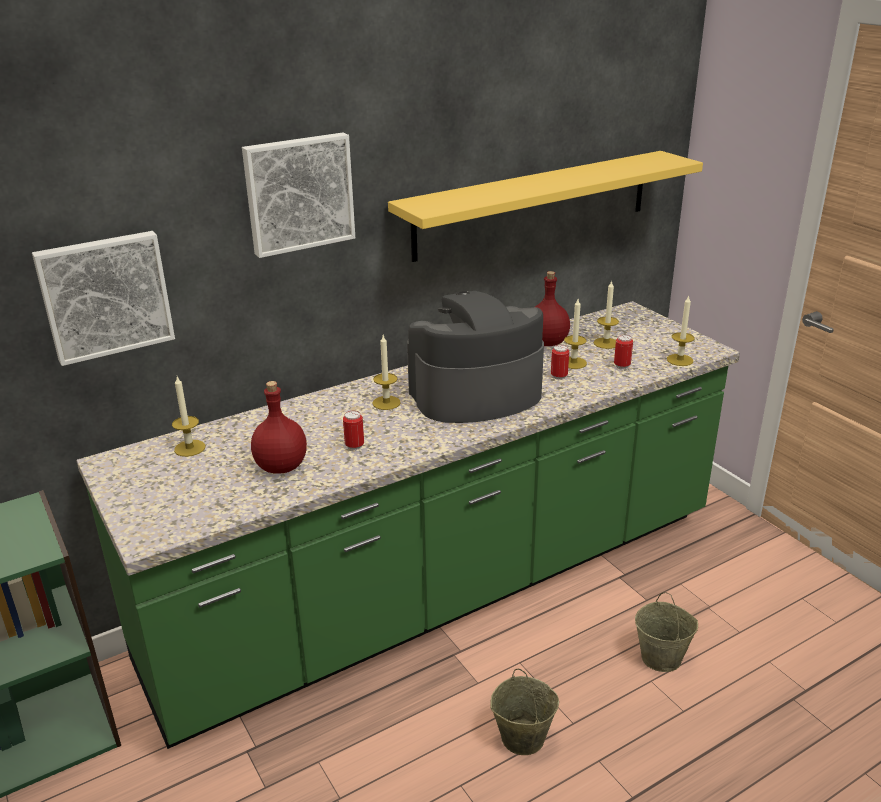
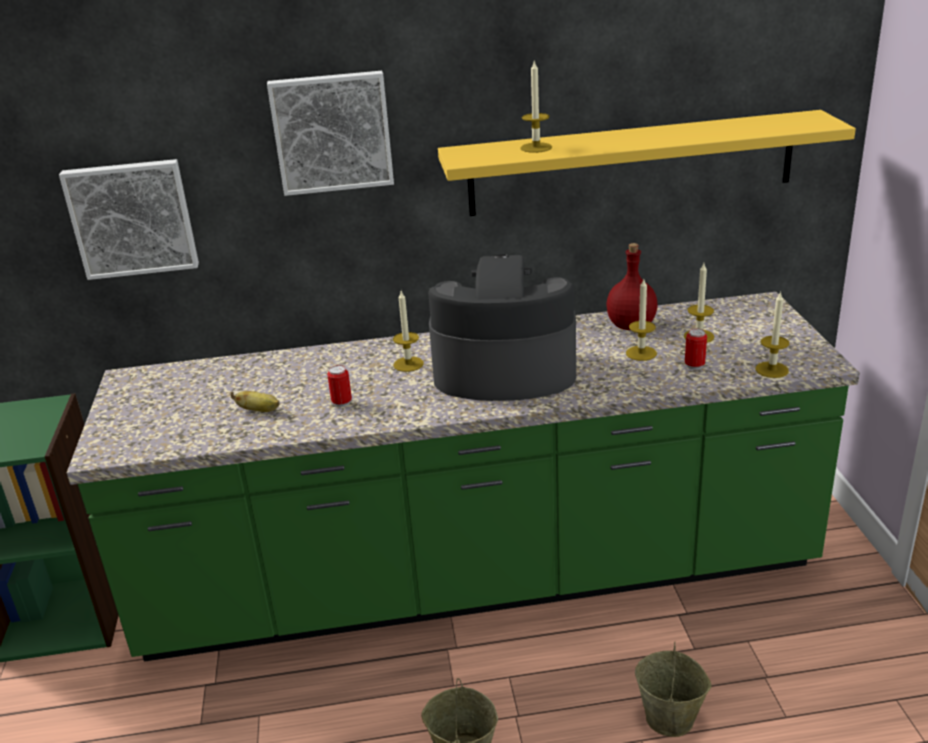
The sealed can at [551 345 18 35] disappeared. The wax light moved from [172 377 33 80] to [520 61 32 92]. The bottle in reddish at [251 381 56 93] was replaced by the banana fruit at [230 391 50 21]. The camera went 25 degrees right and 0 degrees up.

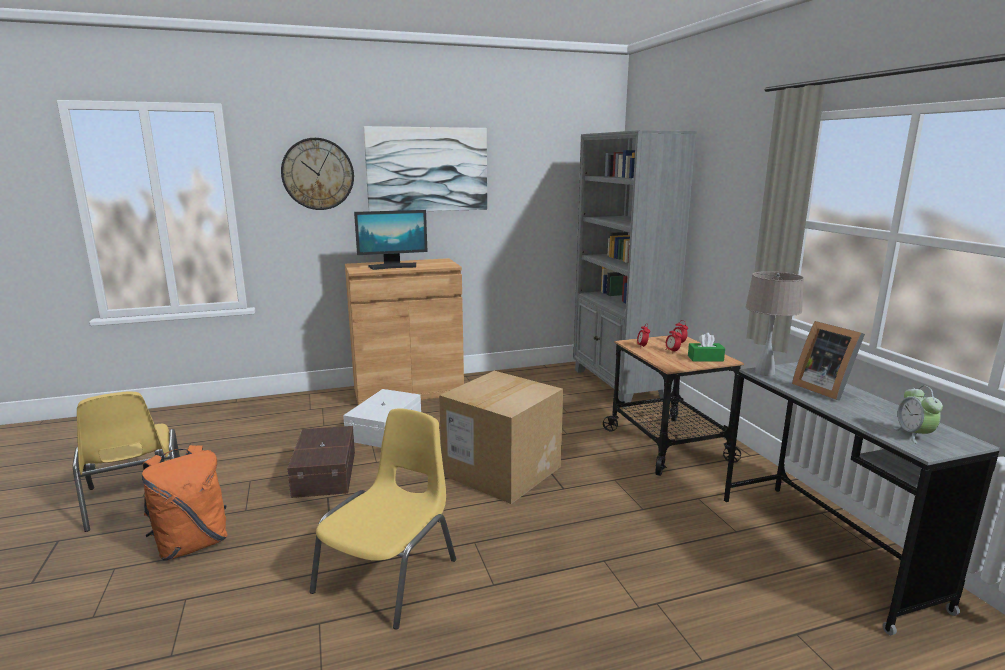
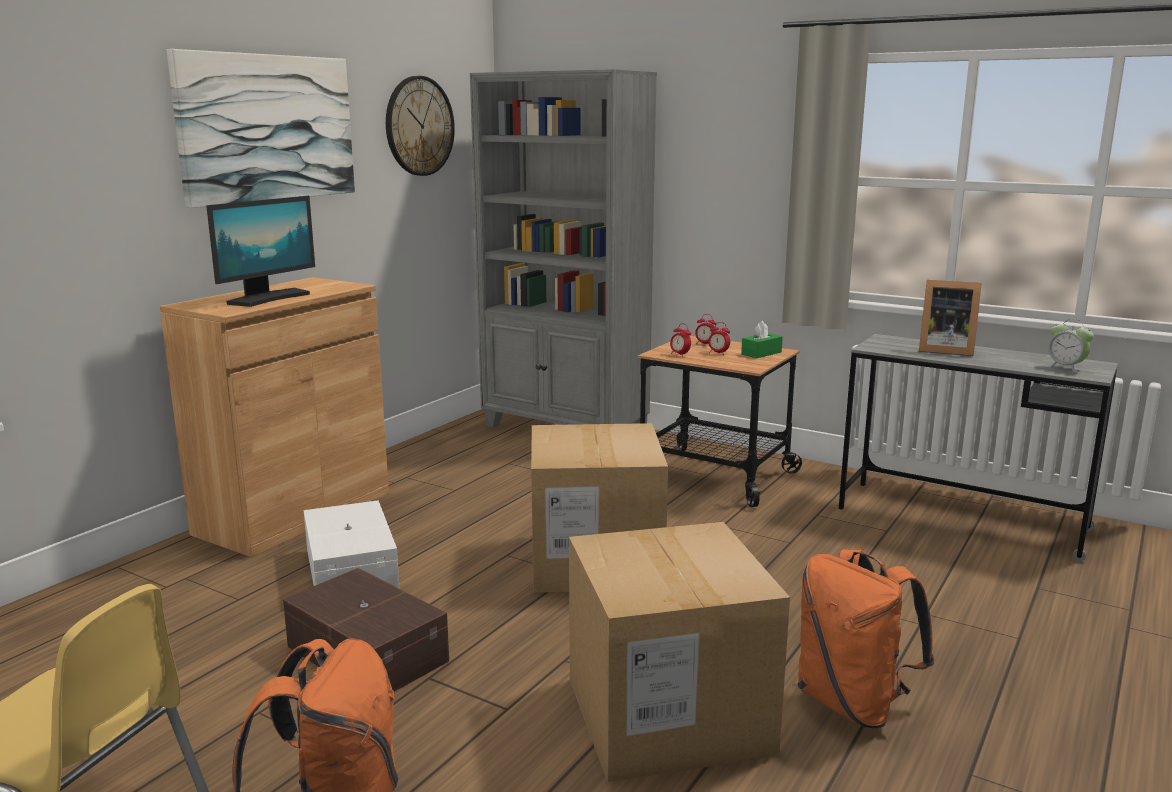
The clock on the wall moved from [281 138 73 72] to [386 76 69 100]. The tabletop lamp in beige-coloured at [745 271 59 105] disappeared. The upright chair in yellow at [310 408 146 222] was replaced by the cardboard box at [569 522 221 260]. The knapsack in orange at [797 549 137 179] appeared. The camera went 40 degrees left and 0 degrees up.

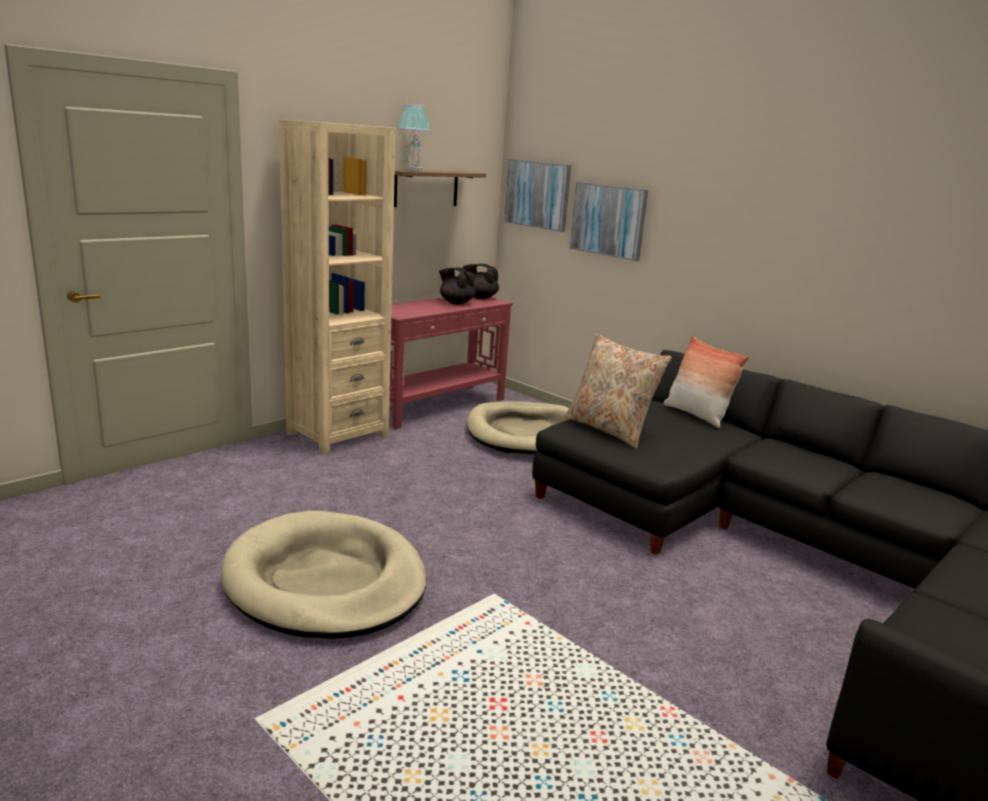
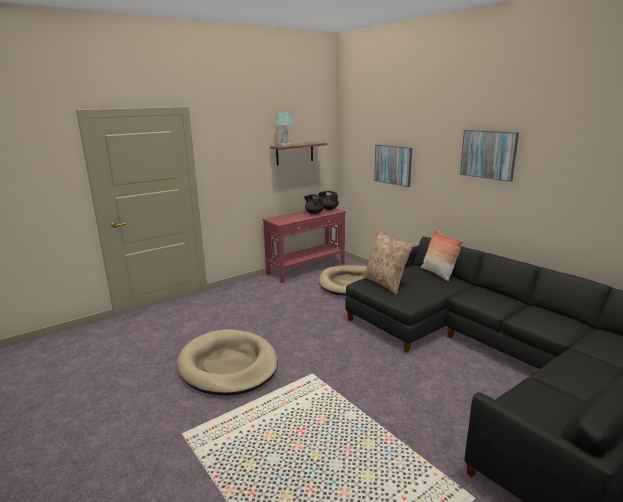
The shelving unit in beige-coloured at [279 119 117 335] disappeared. The wall art moved from [505 159 66 73] to [460 130 59 52]. The camera went 10 degrees right and 0 degrees up.

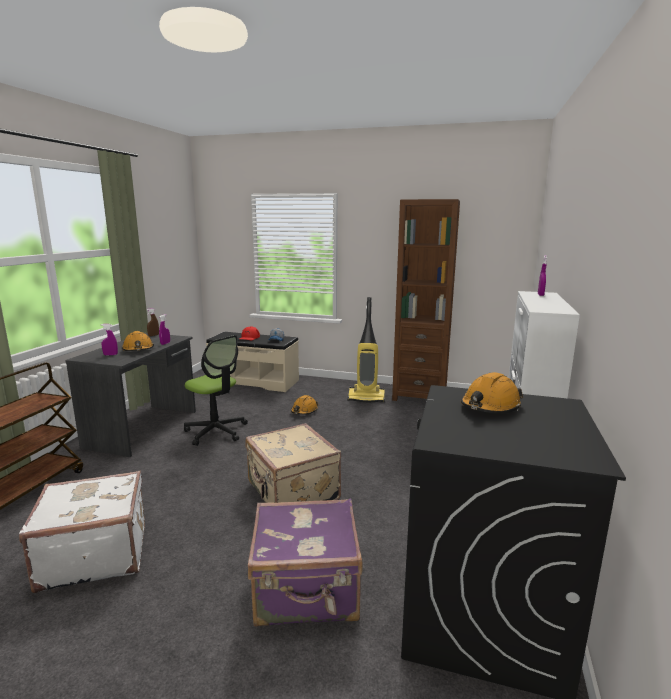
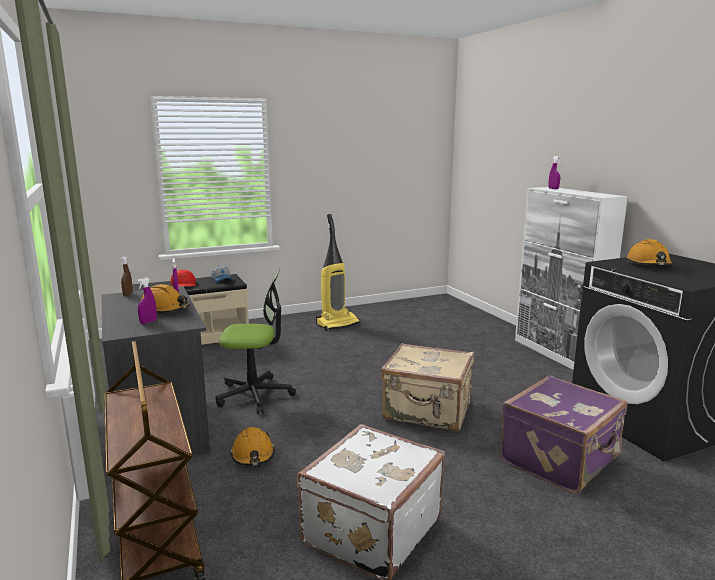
The shelving unit in brown-coloured at [392 199 68 202] disappeared. The safety helmet in orange moved from [291 395 27 20] to [230 427 45 39]. The camera went 40 degrees left and 0 degrees up.

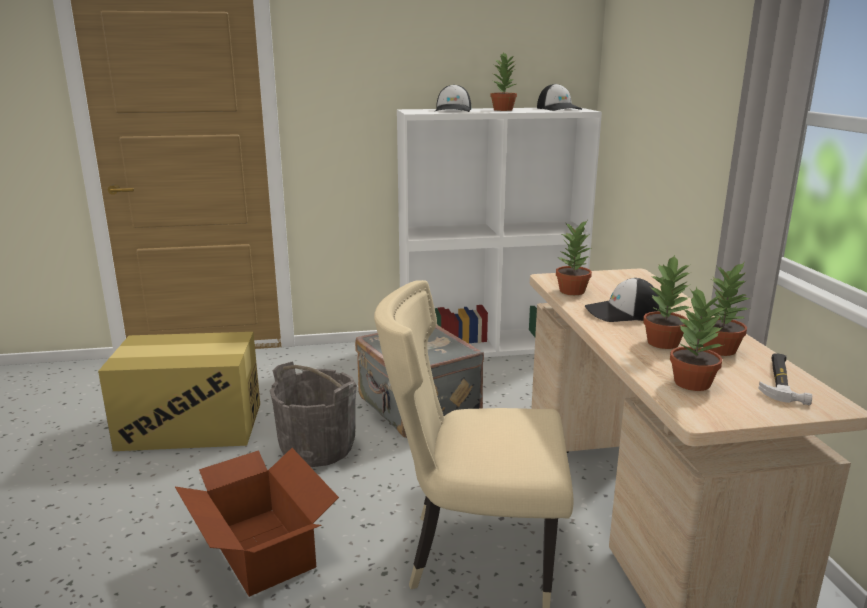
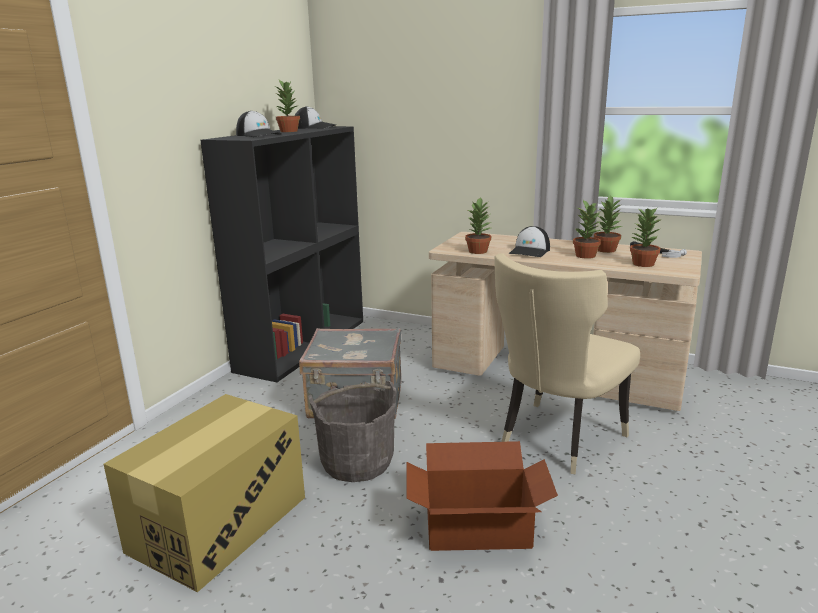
The shelving unit in white-coloured at [397 108 205 249] became the shelving unit in black-coloured at [200 126 163 256]. The camera went 55 degrees left and 0 degrees up.

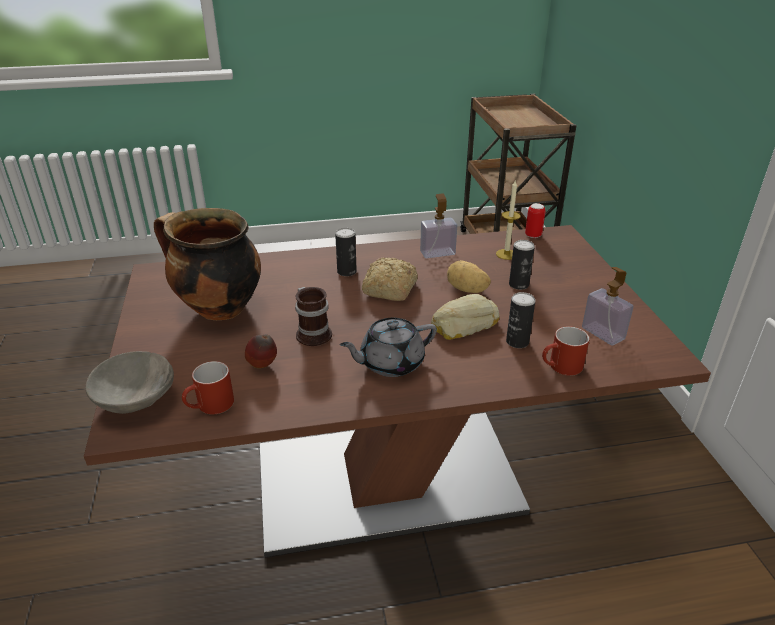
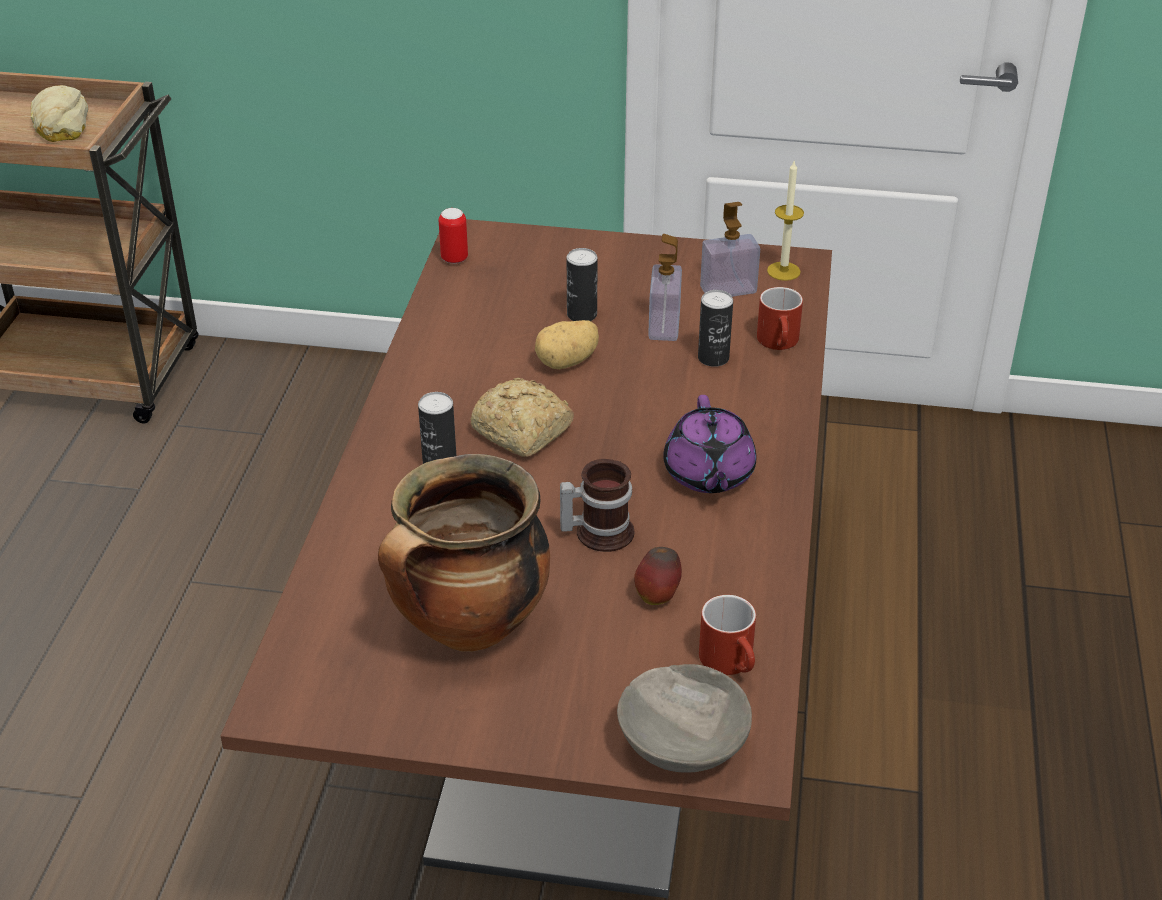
The wax light moved from [496 181 25 79] to [767 161 37 120]. The soap dispenser moved from [420 193 37 65] to [648 234 34 107]. The baked bread moved from [431 294 69 46] to [31 85 57 57]. The teapot in greyish at [340 318 97 59] became the teapot in purplish at [663 395 93 98]. The camera went 70 degrees left and 5 degrees up.

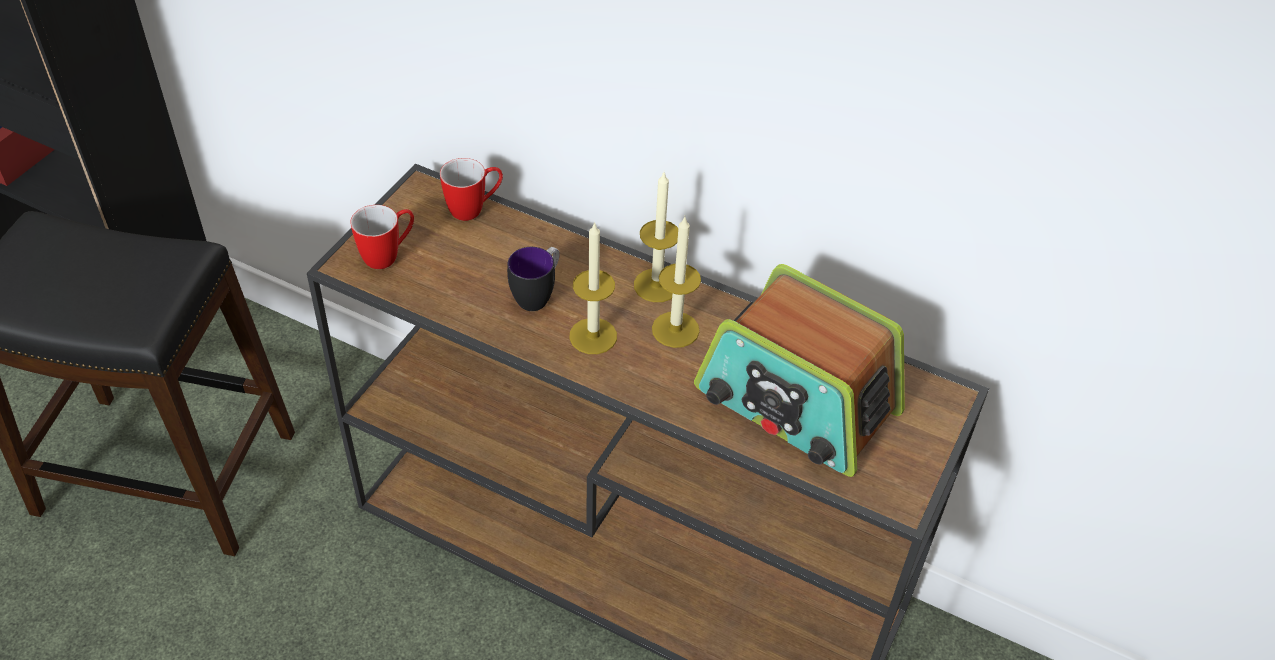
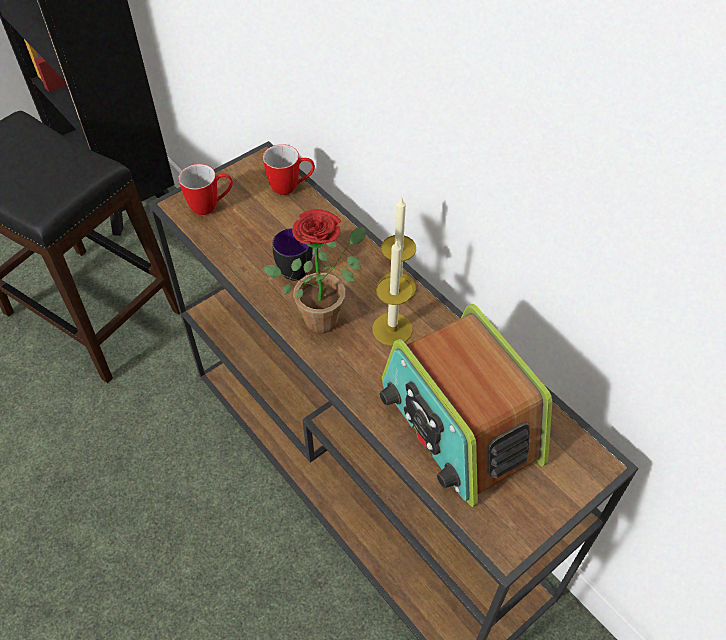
The wax light at [569 222 48 132] was replaced by the potted plant at [263 209 103 125]. The camera went 25 degrees right and 5 degrees up.

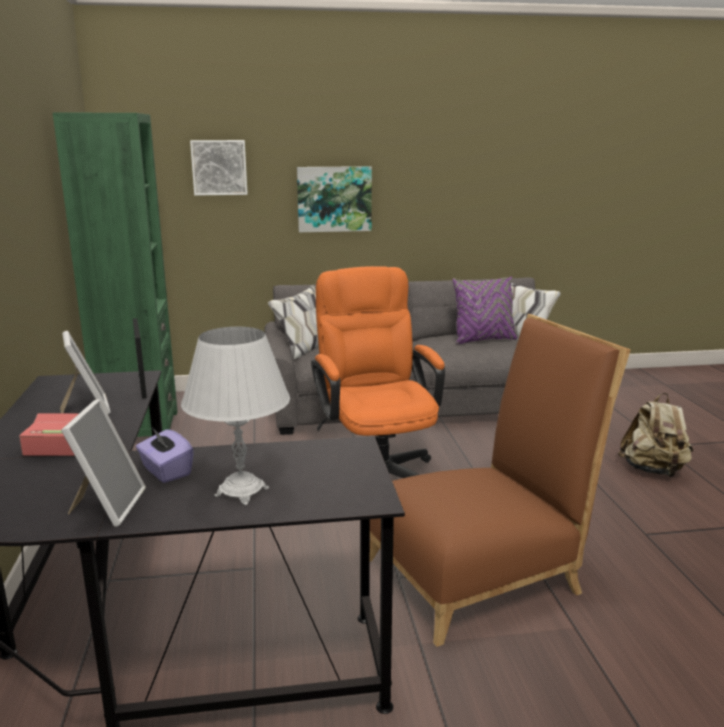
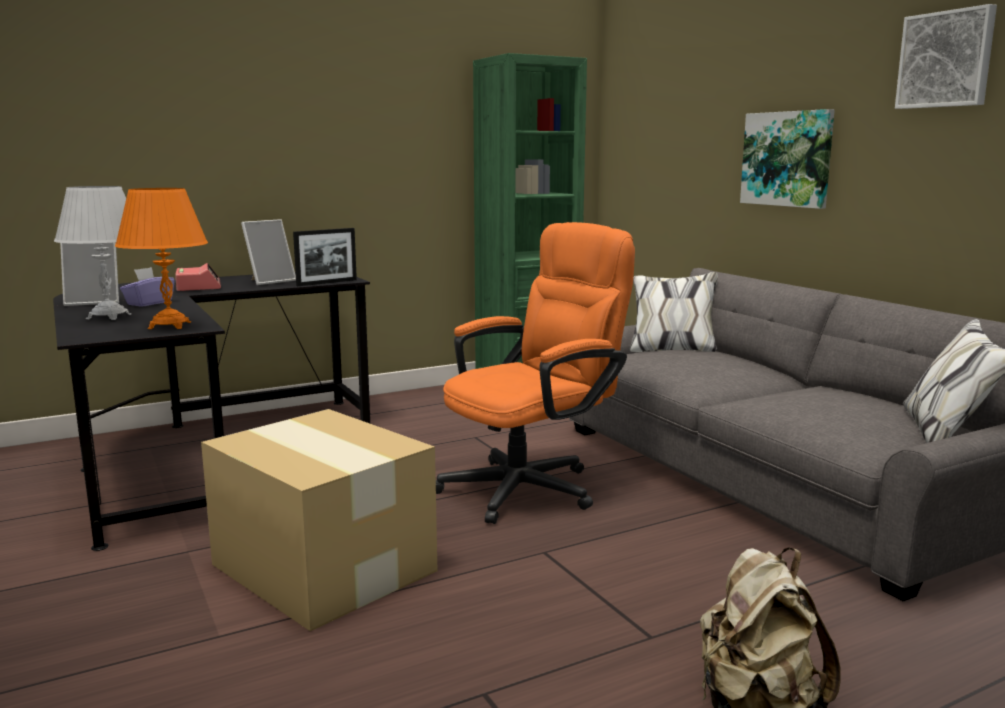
The wall art moved from [190 140 58 56] to [895 4 102 105]. The throw pillow in purplish at [453 276 64 69] disappeared. The upright chair in brown-coloured at [370 314 261 333] was replaced by the cardboard box at [201 409 236 222]. The tabletop lamp in orange at [115 188 93 141] appeared. The camera went 70 degrees right and 5 degrees down.

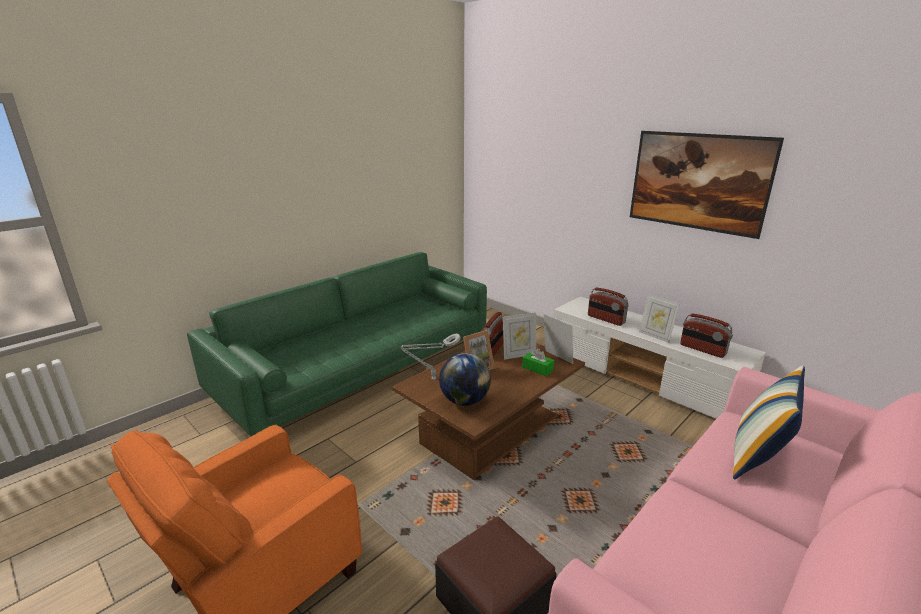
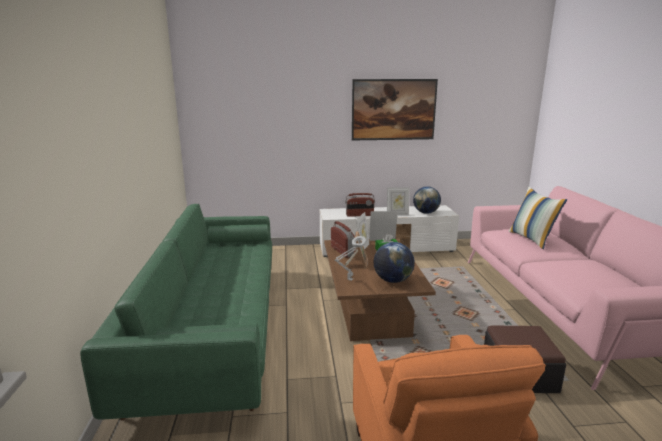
The radio at [680 313 53 45] was replaced by the globe at [413 186 28 28]. The camera went 50 degrees left and 5 degrees down.

